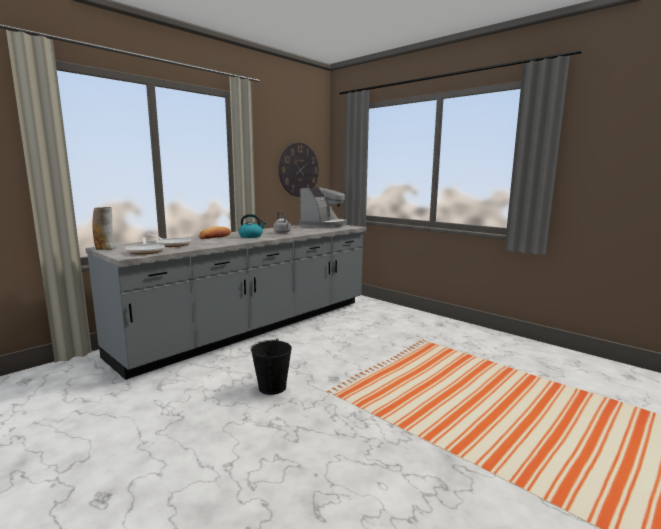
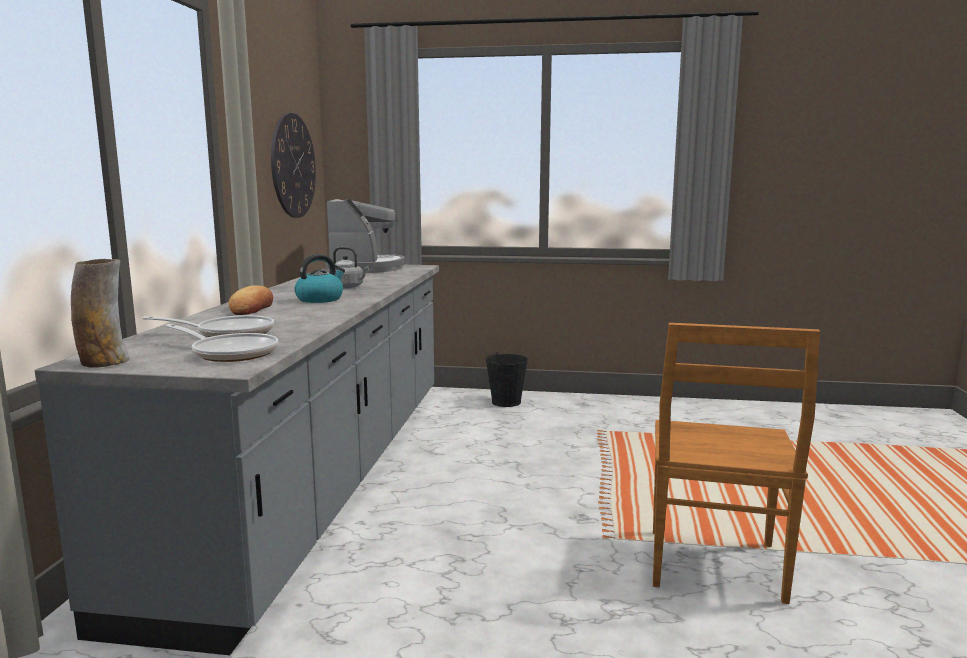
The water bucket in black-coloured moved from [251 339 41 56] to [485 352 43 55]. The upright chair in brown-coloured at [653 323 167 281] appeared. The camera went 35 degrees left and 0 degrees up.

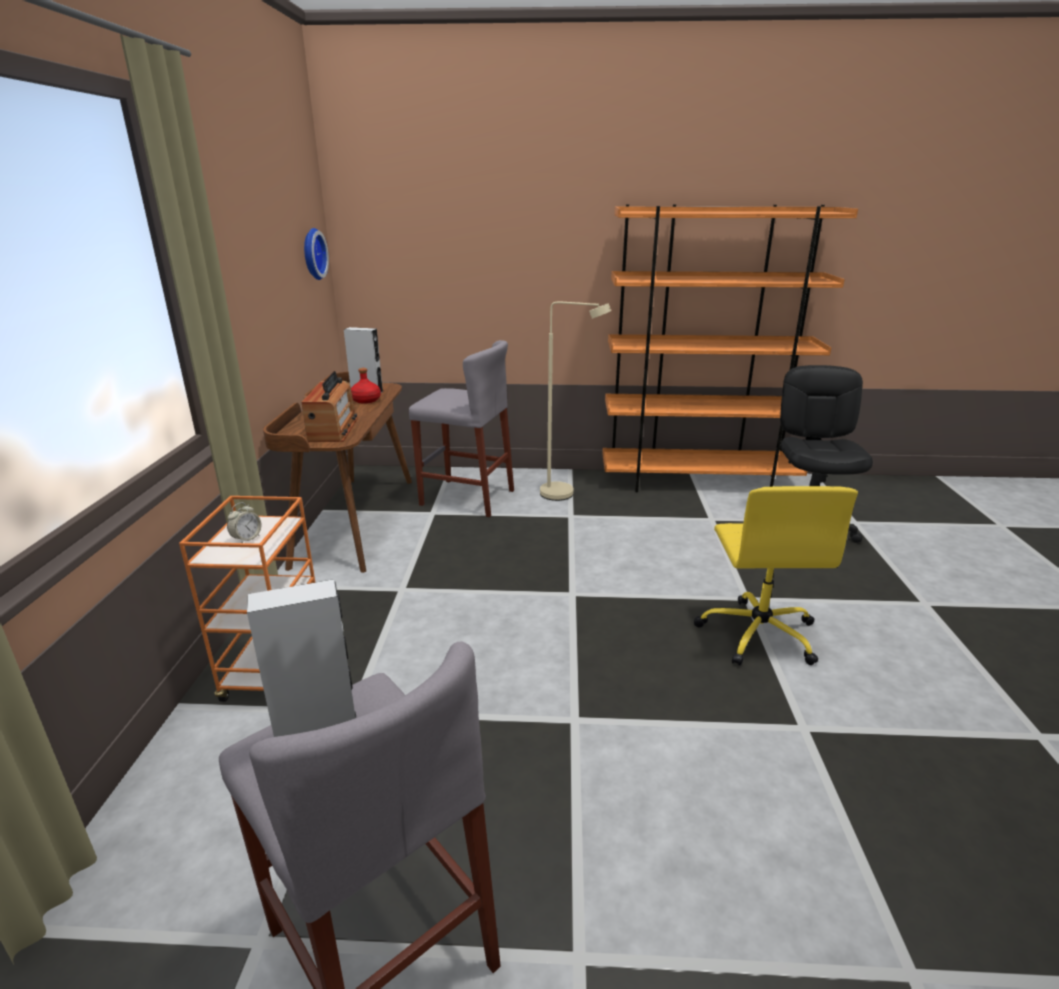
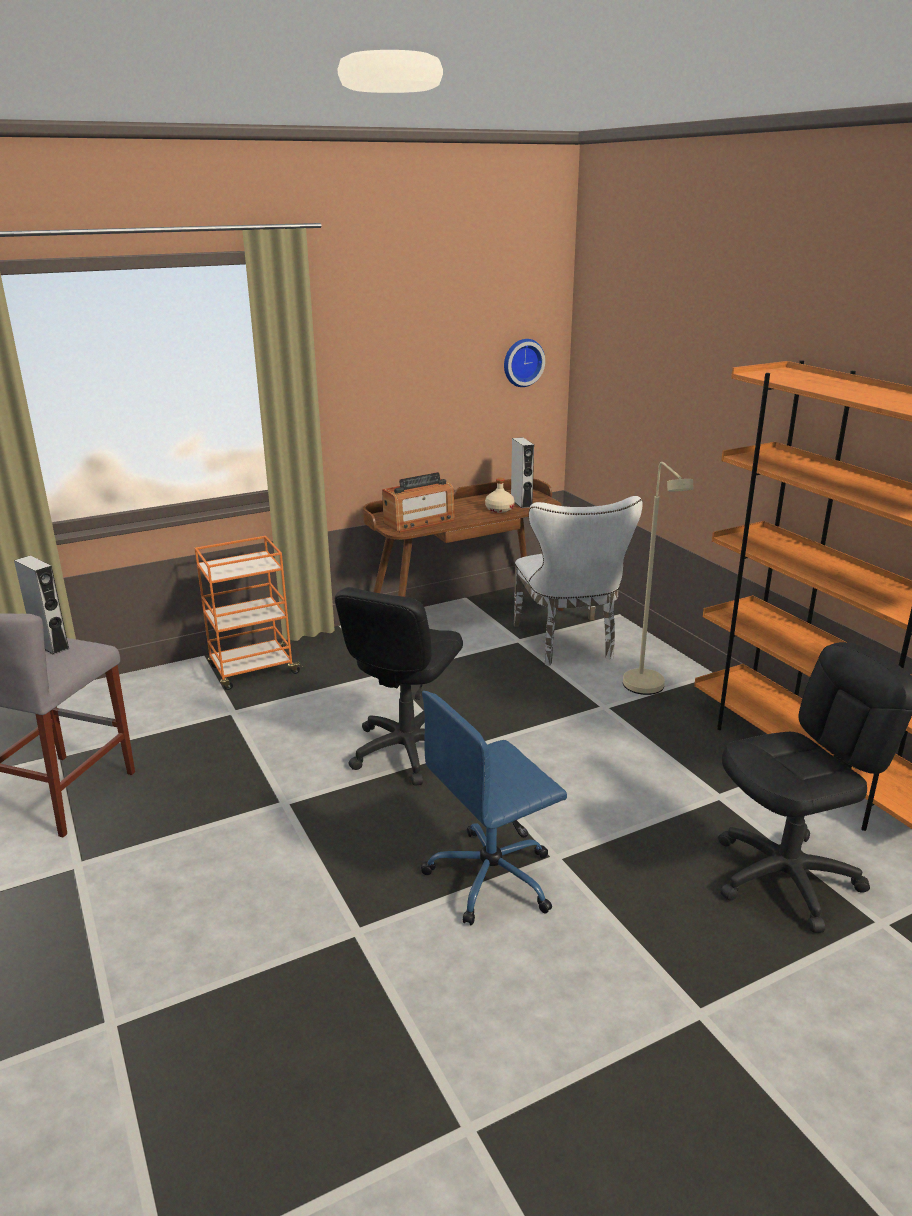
The stool seat in greyish at [409 340 105 177] was replaced by the upright chair in white-coloured at [514 496 129 170]. The bottle in reddish at [351 368 30 36] became the bottle in beige-coloured at [485 478 30 35]. The office chair in yellow at [694 486 164 180] became the office chair in bluish at [421 691 146 234]. The table clock at [227 502 34 41] disappeared. The office chair in black-coloured at [335 587 128 199] appeared. The camera went 60 degrees right and 0 degrees up.

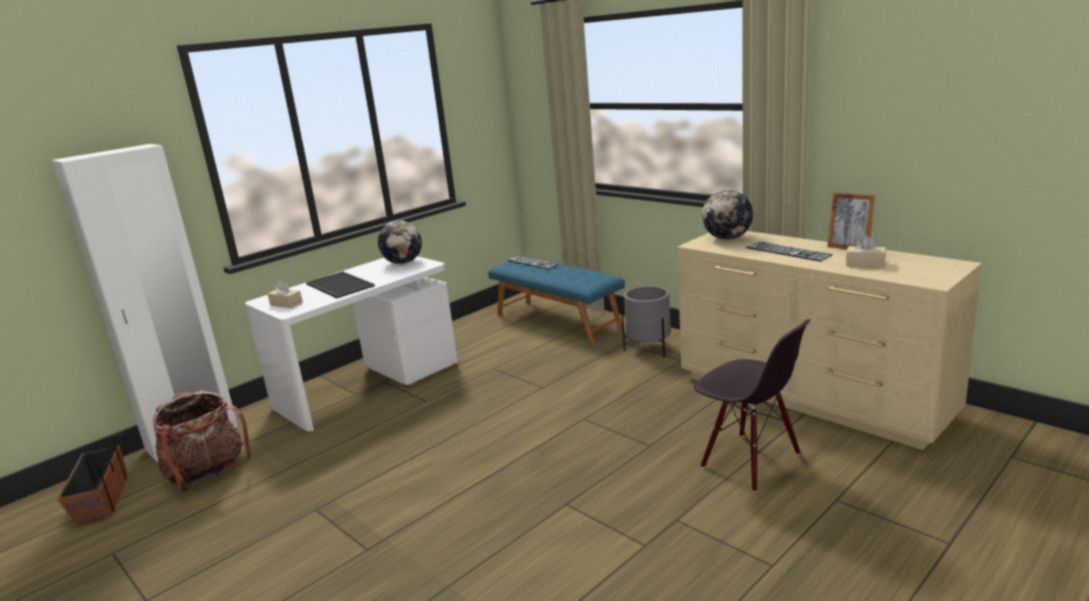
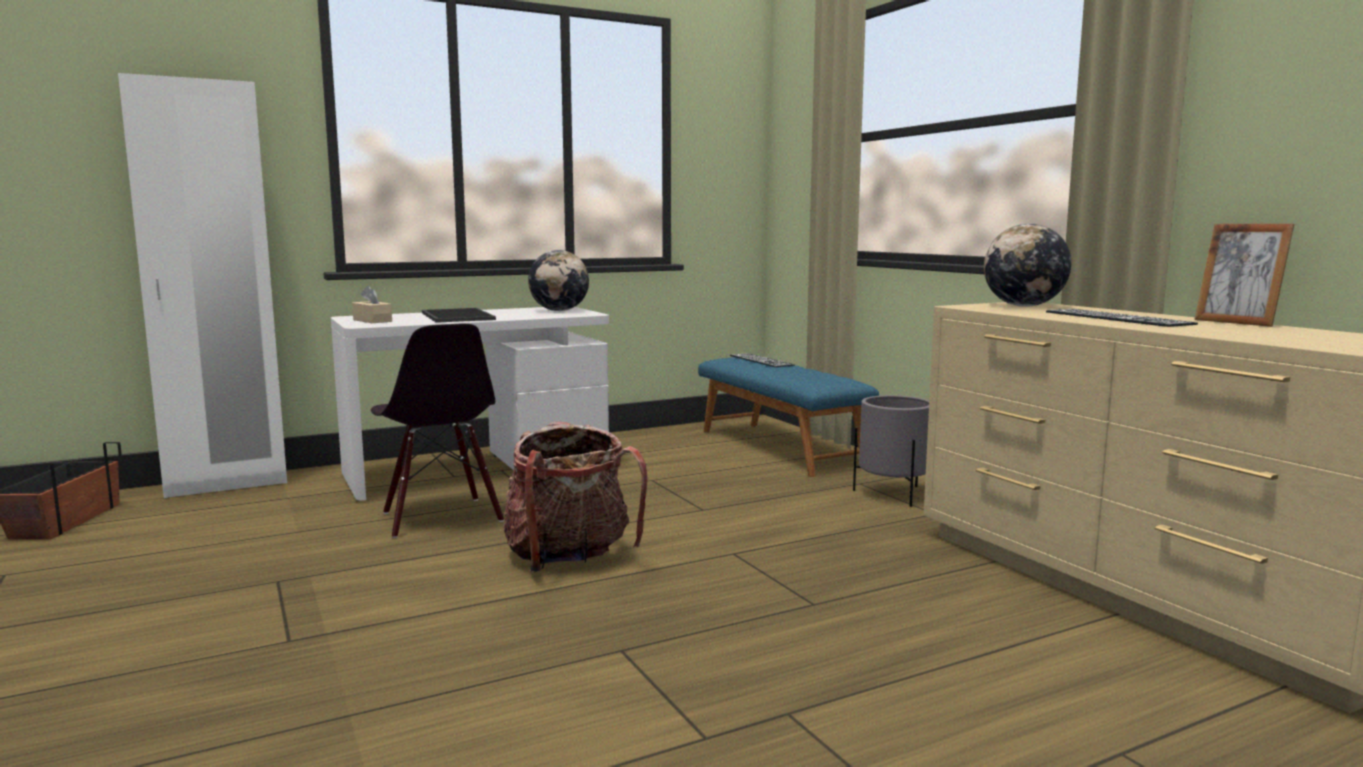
The box of tissues in beige-coloured at [846 235 40 33] disappeared. The upright chair in black-coloured moved from [694 319 117 173] to [371 324 133 214]. The knapsack moved from [153 390 98 102] to [503 422 145 150]. The camera went 15 degrees right and 10 degrees down.

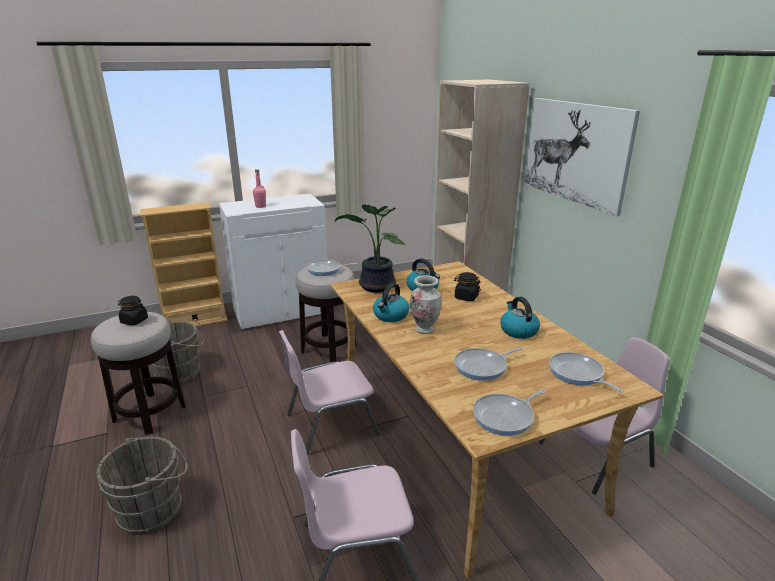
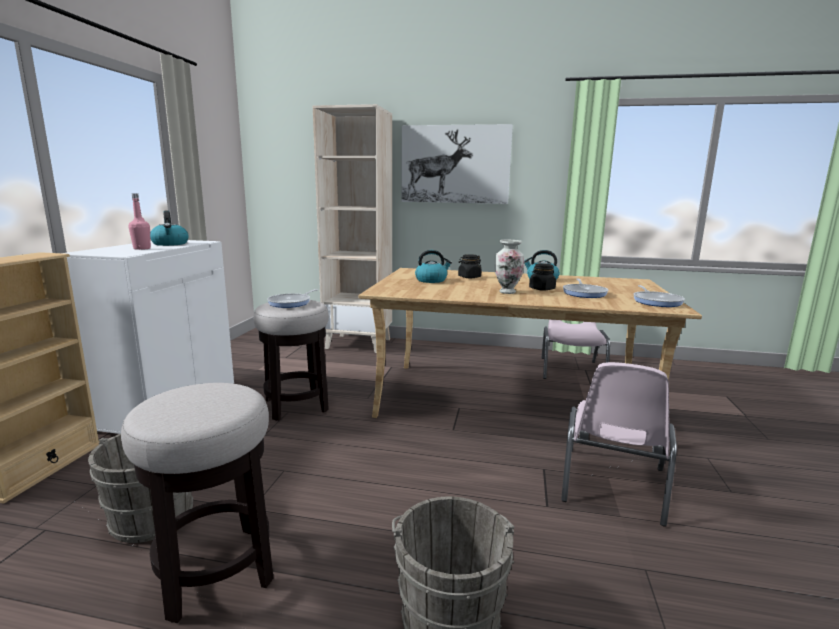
The potted plant at [335 204 70 89] disappeared. The tea kettle moved from [373 283 36 39] to [150 210 39 36]. The jar in black-coloured moved from [118 296 30 29] to [529 263 27 28]. The upright chair in pink at [279 330 101 125] disappeared. The skillet at [549 352 74 40] disappeared. The camera went 55 degrees left and 10 degrees down.

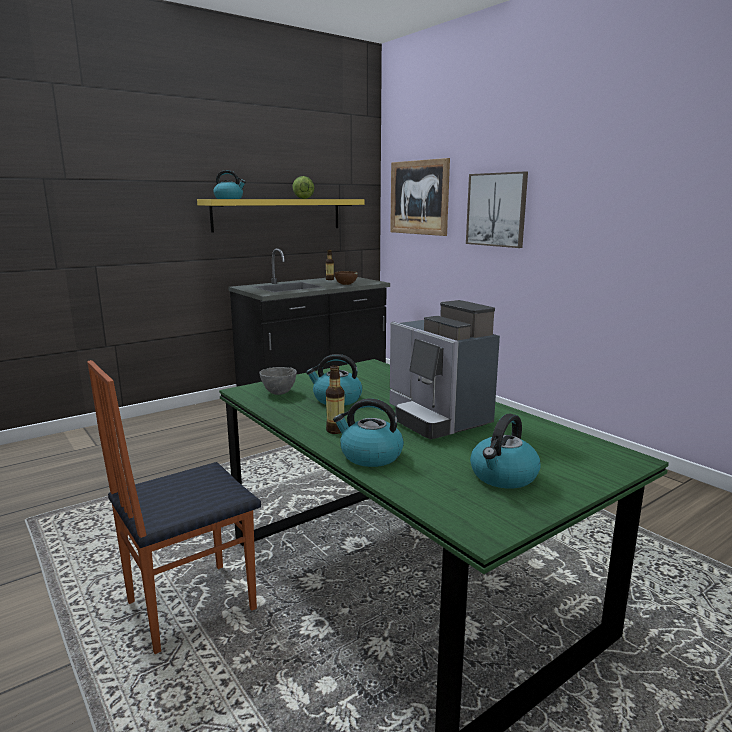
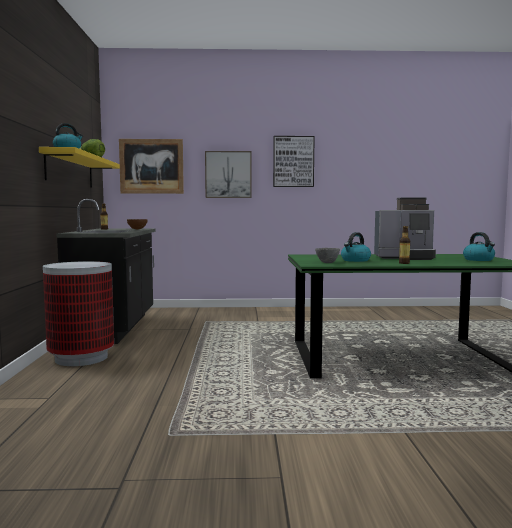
The upright chair at [87 360 174 294] disappeared. The tea kettle at [333 398 71 69] disappeared. The wall art at [273 136 42 51] appeared. The waste bin at [43 261 71 105] appeared. The camera went 55 degrees left and 10 degrees down.

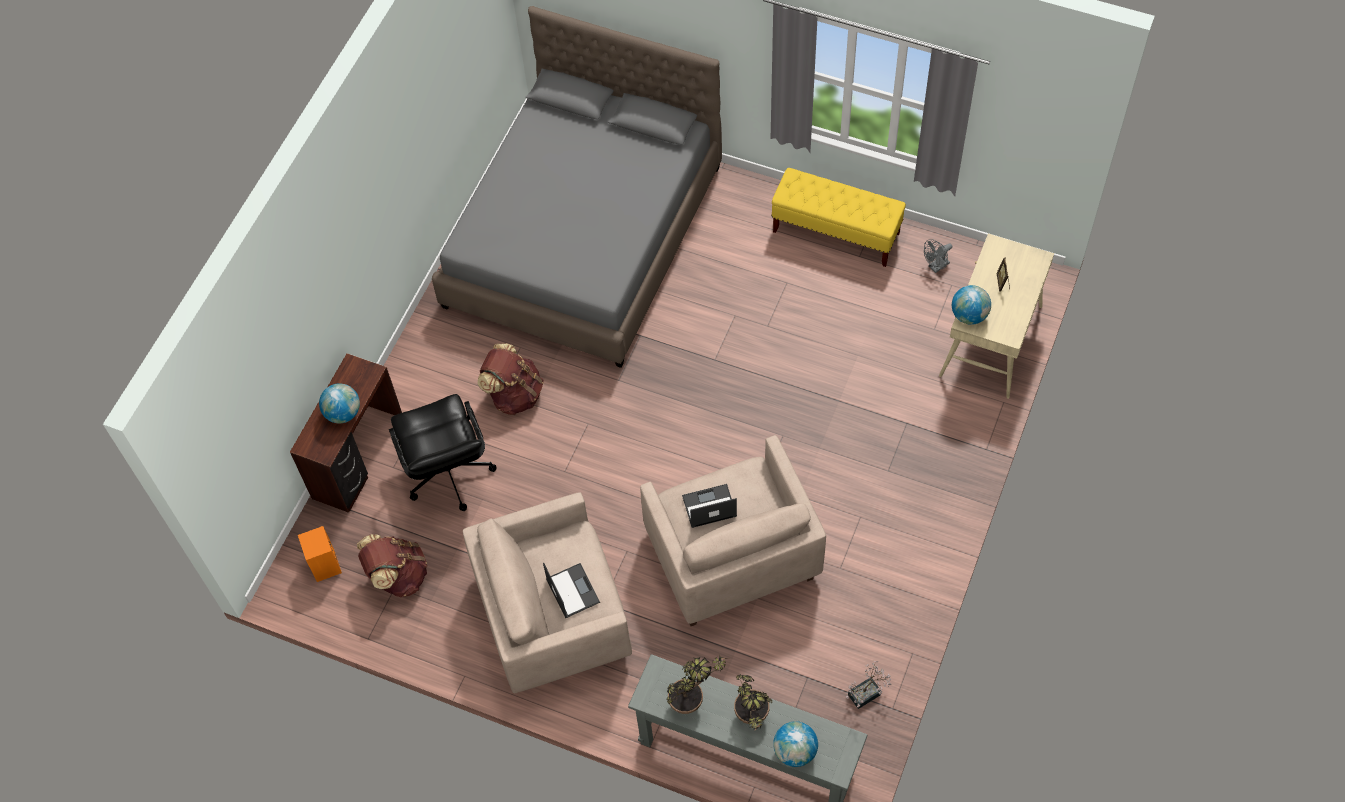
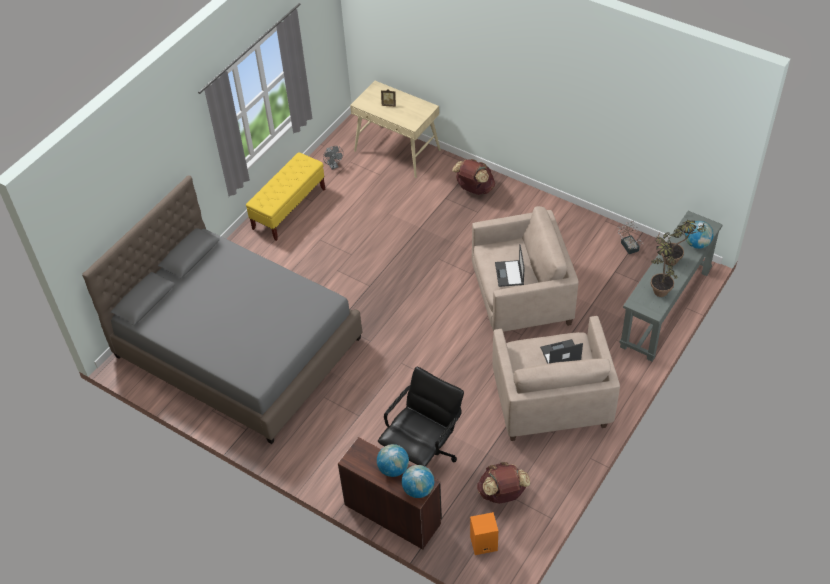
The globe moved from [952 285 39 40] to [402 465 32 33]. The knapsack in brown-coloured moved from [478 343 66 72] to [452 159 43 36]. The office chair in black-coloured at [389 394 108 117] turned 45 degrees counterclockwise. The camera went 80 degrees left and 10 degrees down.

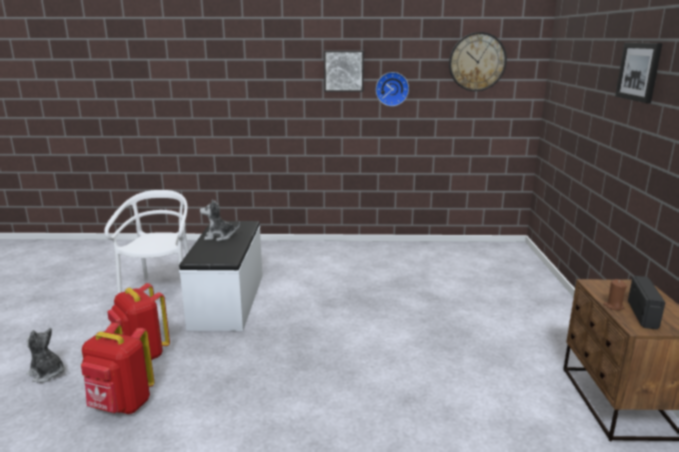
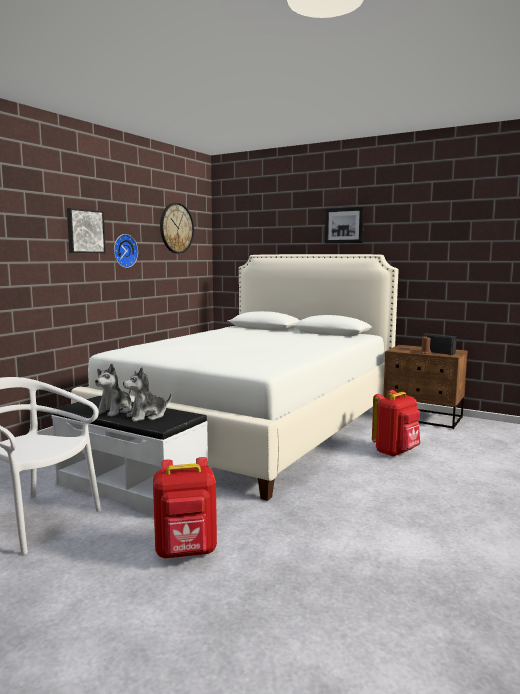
The knapsack in reddish moved from [81 323 73 91] to [372 390 48 67]. The plush toy moved from [26 328 39 55] to [123 367 49 55]. The sleeping bed in white-coloured at [71 254 328 247] appeared. The camera went 60 degrees left and 10 degrees down.

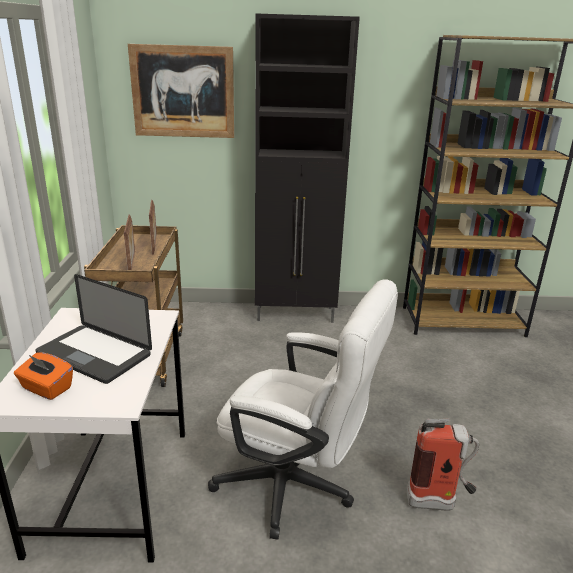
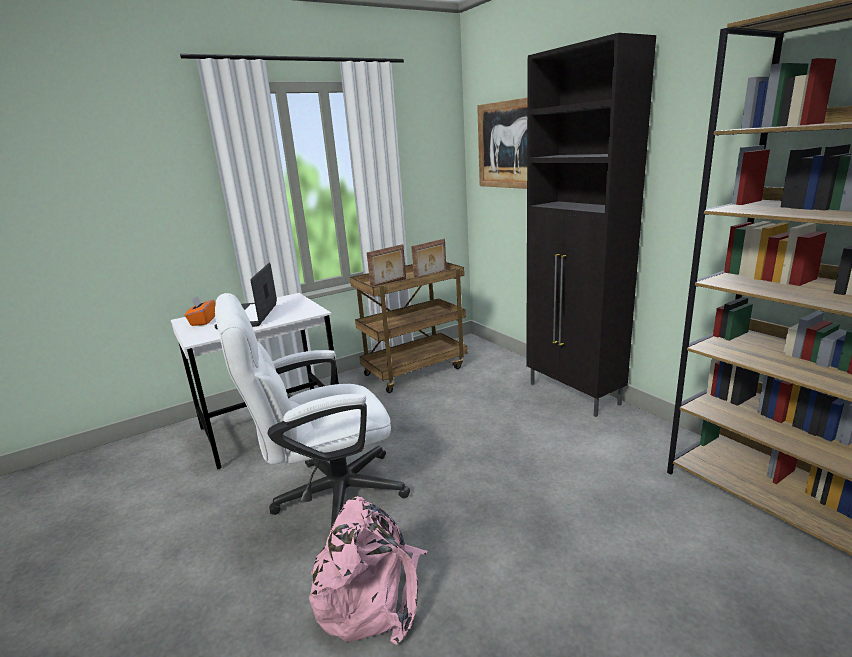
The office chair in white-coloured at [208 279 190 261] turned 75 degrees clockwise. The fire extinguisher at [407 418 72 93] was replaced by the knapsack in pink at [309 496 118 149]. The camera went 60 degrees right and 5 degrees down.

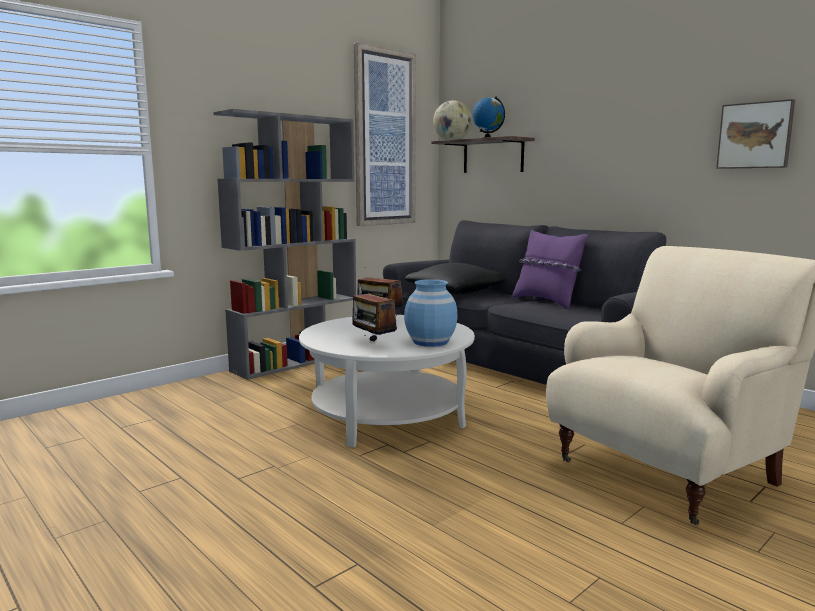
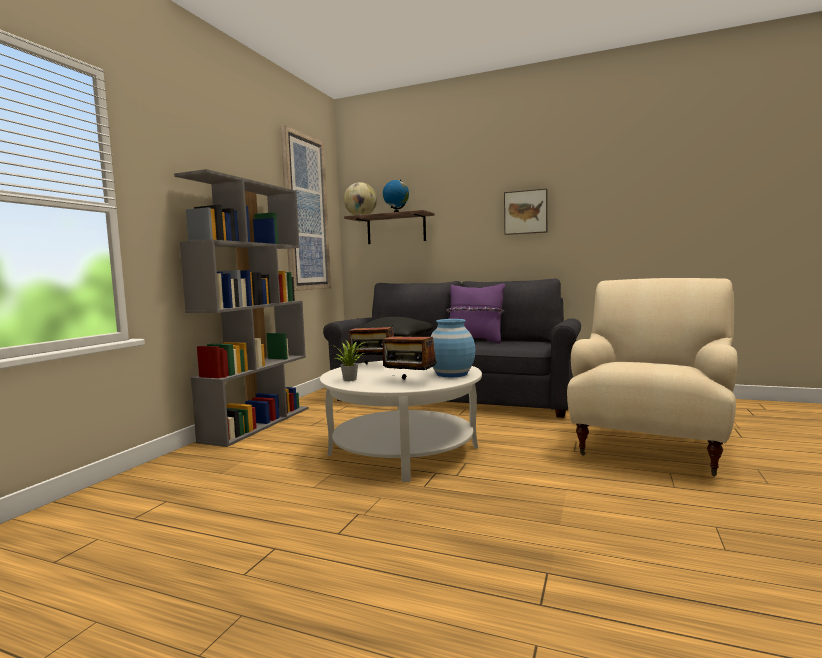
The wall art moved from [716 99 79 70] to [504 188 44 47]. The potted plant at [332 340 34 41] appeared. The camera went 25 degrees left and 5 degrees down.

